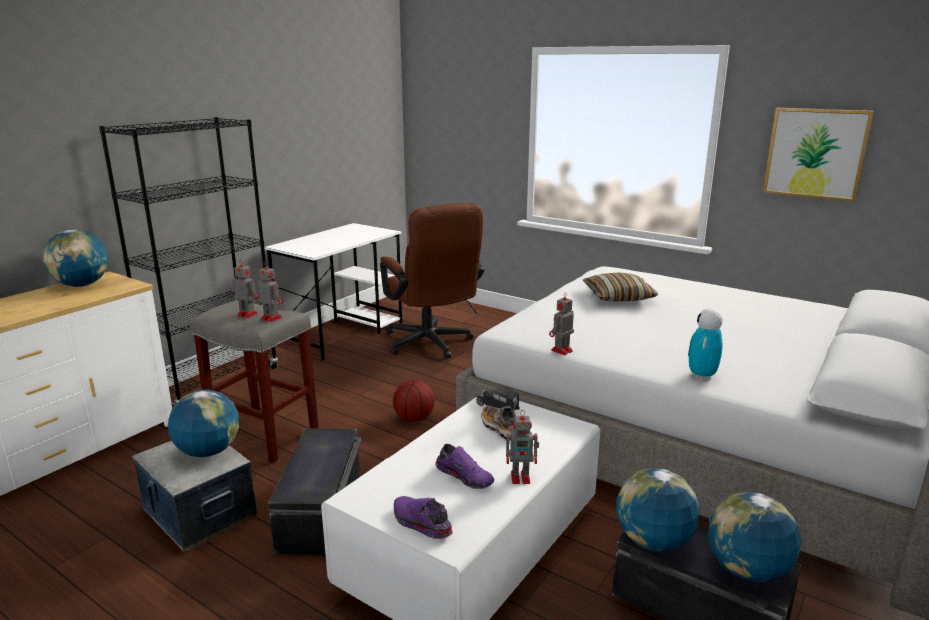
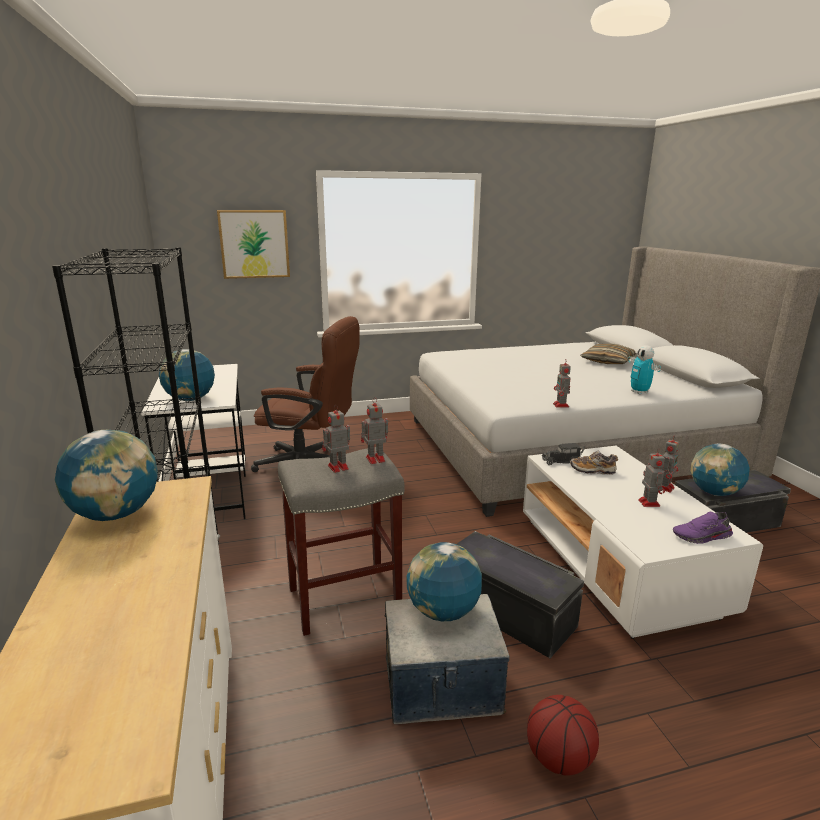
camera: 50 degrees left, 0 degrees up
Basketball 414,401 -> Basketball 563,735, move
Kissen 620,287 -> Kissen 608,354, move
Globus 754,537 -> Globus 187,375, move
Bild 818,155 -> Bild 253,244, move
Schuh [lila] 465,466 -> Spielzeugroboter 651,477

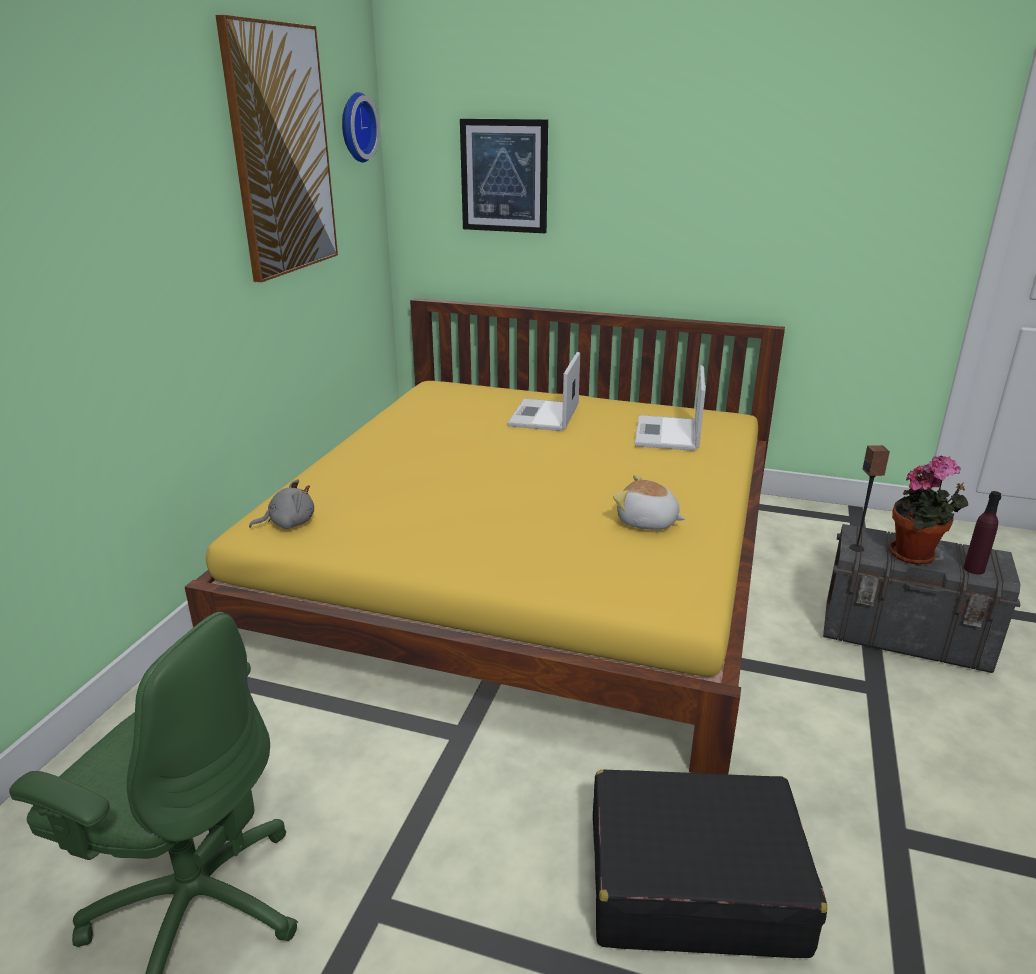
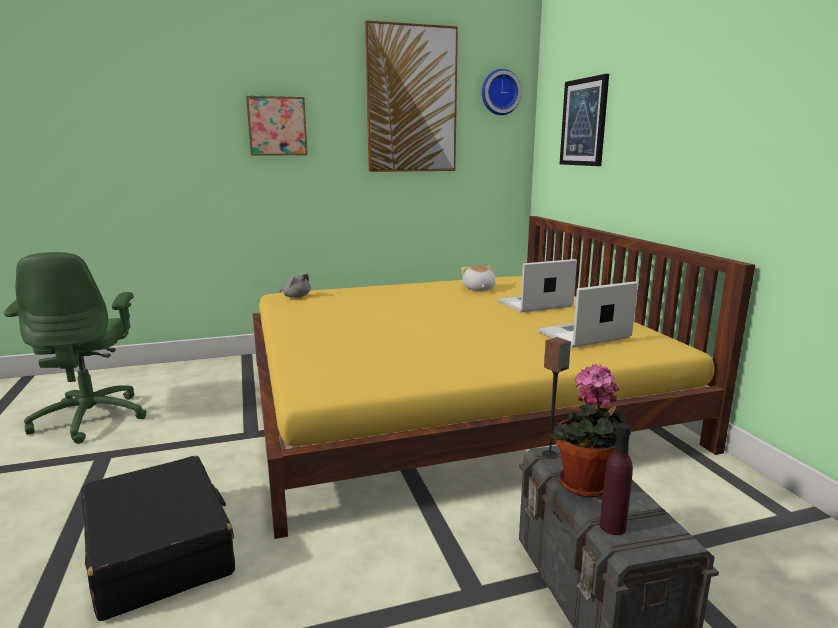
camera: 55 degrees right, 10 degrees down
none -> Bild 277,125
Plüschtier 649,502 -> Plüschtier 478,278, move

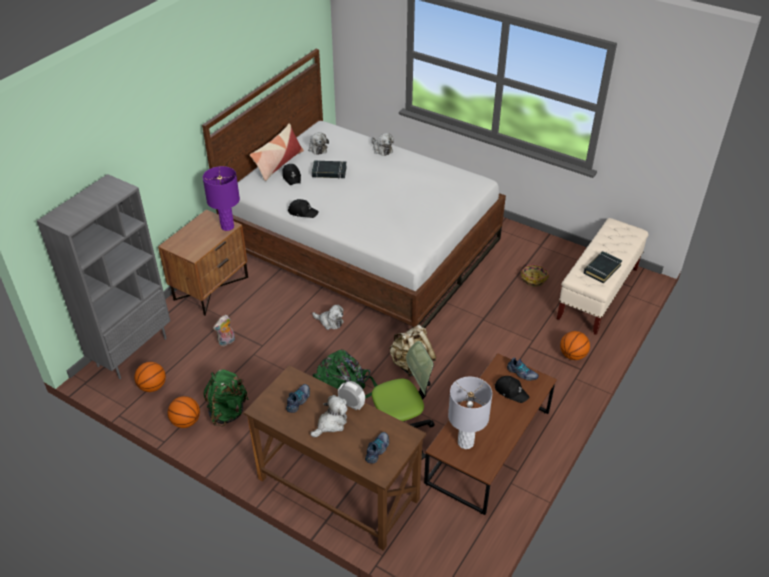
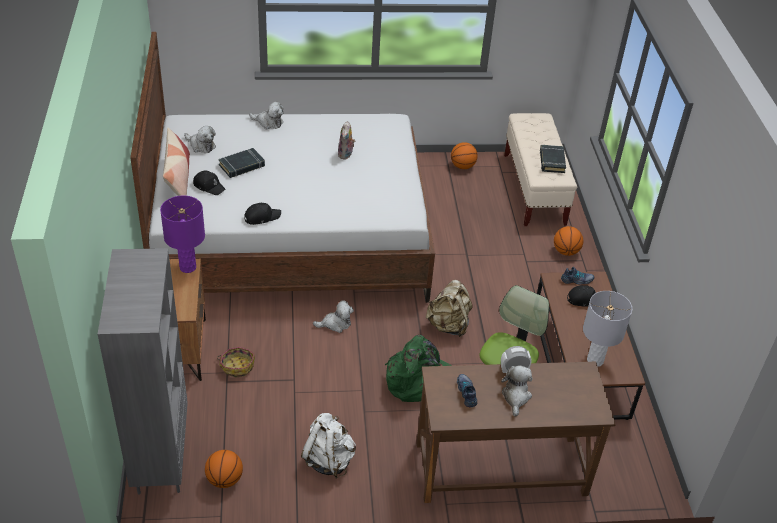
camera: 40 degrees left, 0 degrees up
Schuh 377,448 -> none
Basketball 184,412 -> Basketball 464,155, move
Plüschtier 224,330 -> Plüschtier 346,140, move
Korb 535,275 -> Korb 236,362, move
Rucksack [grün] 225,398 -> Rucksack [weiß] 328,446

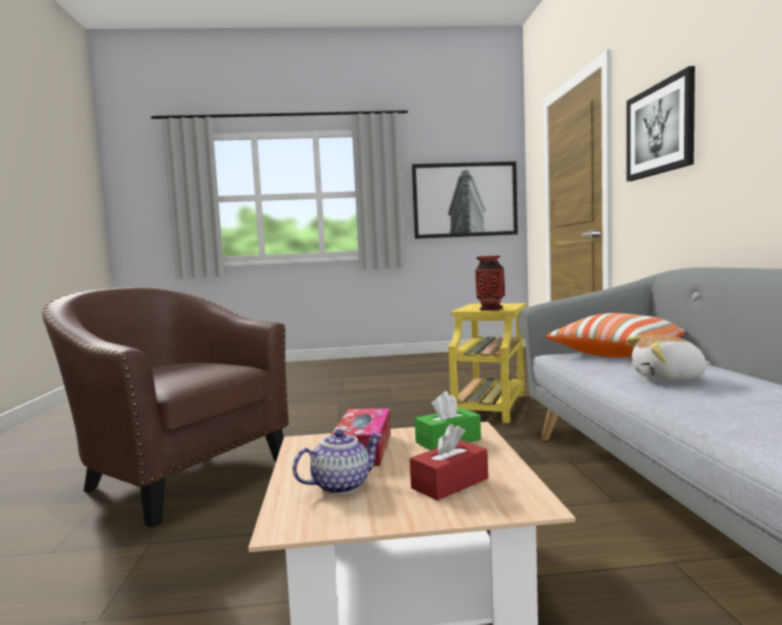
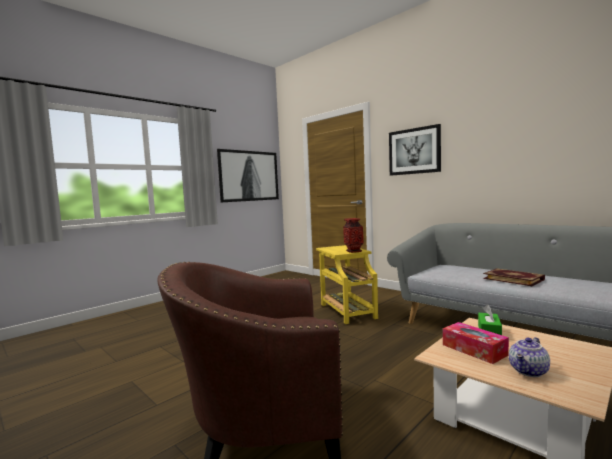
camera: 40 degrees left, 0 degrees up
Taschentuchbox [rot] 449,462 -> none
Kissen 615,335 -> none
Plüschtier 668,358 -> Buch 514,277
Teekanne 337,461 -> Teekanne 529,357, 150 degrees counterclockwise

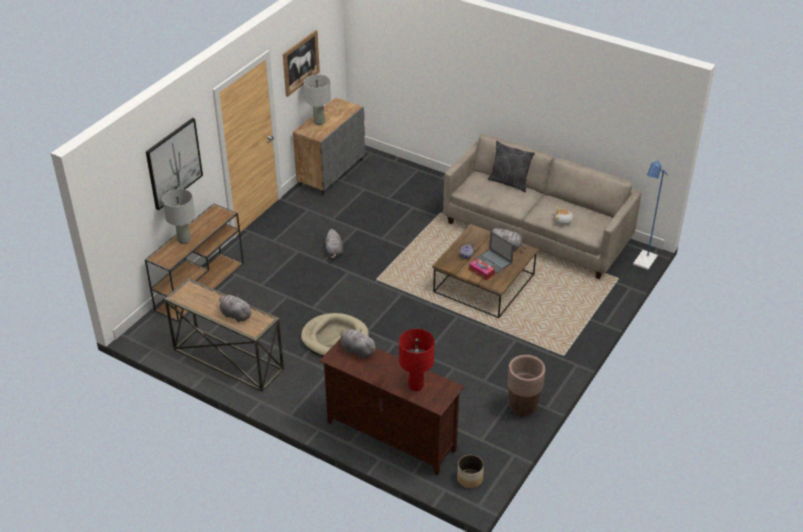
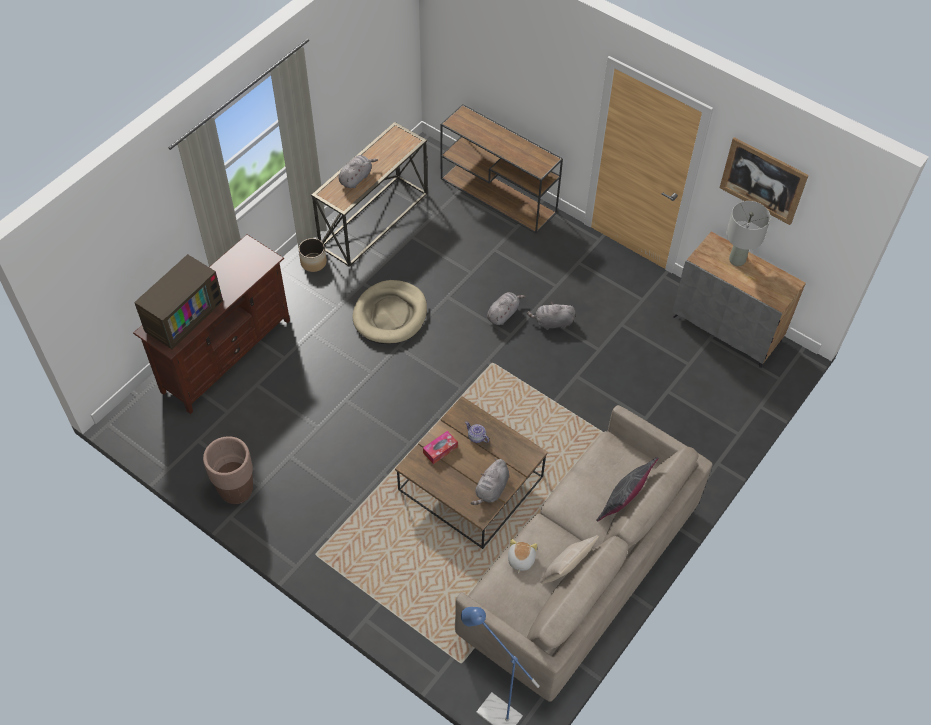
camera: 95 degrees right, 15 degrees up
Bild 174,164 -> none
Tischlampe [grau] 178,216 -> none
Laptop 494,252 -> none
none -> Kissen [beige] 569,559
Plüschtier [grau] 359,344 -> Plüschtier [grau] 506,308, move
Pflanzkübel 470,471 -> Pflanzkübel 313,255, move
Tischlampe [rot] 416,360 -> Fernseher 178,301

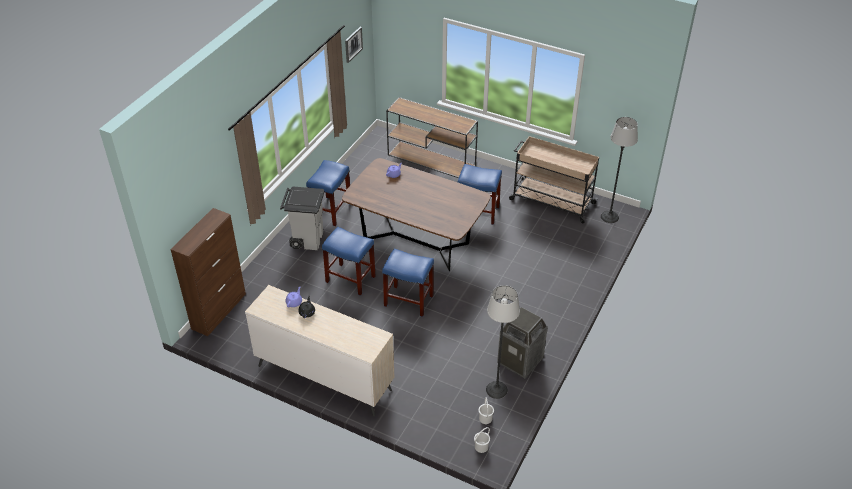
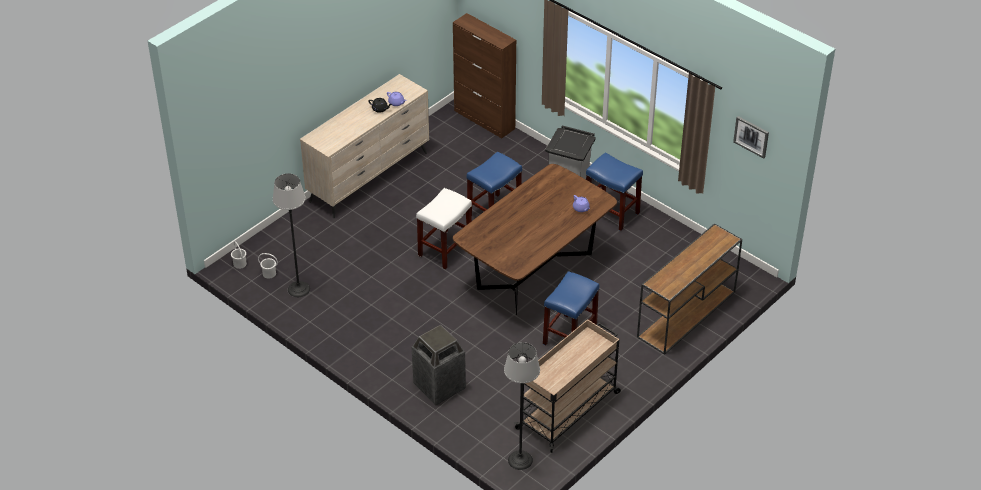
camera: 105 degrees right, 0 degrees up
Mülleimer 522,343 -> Mülleimer 439,365, move
Hocker [blau] 408,282 -> Hocker [weiß] 444,229

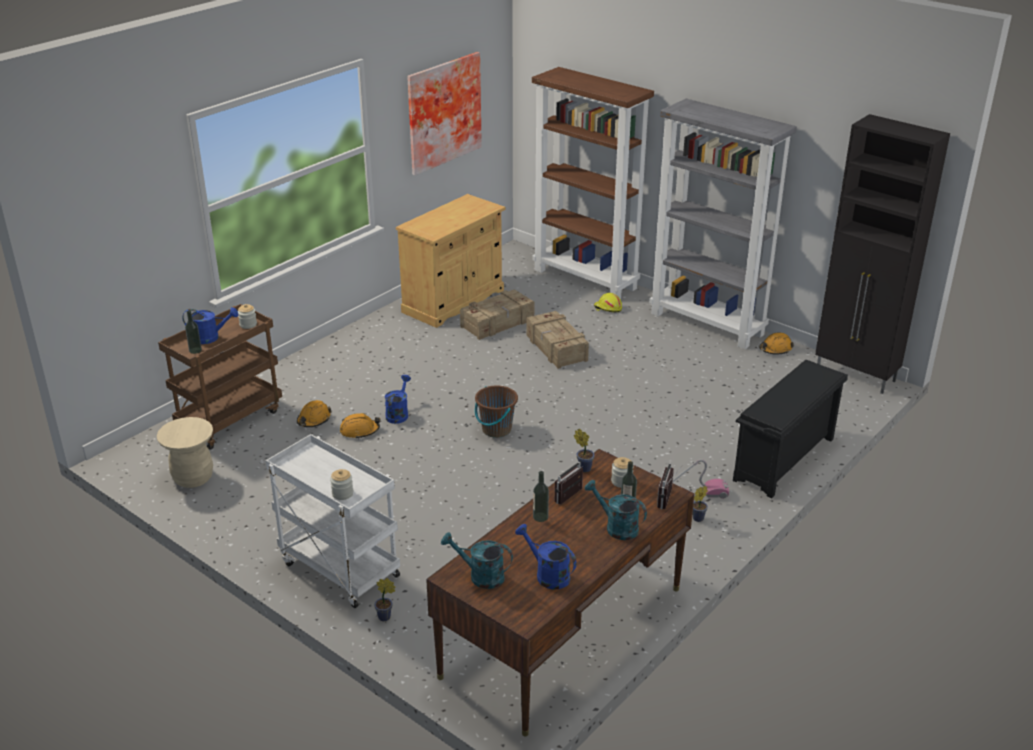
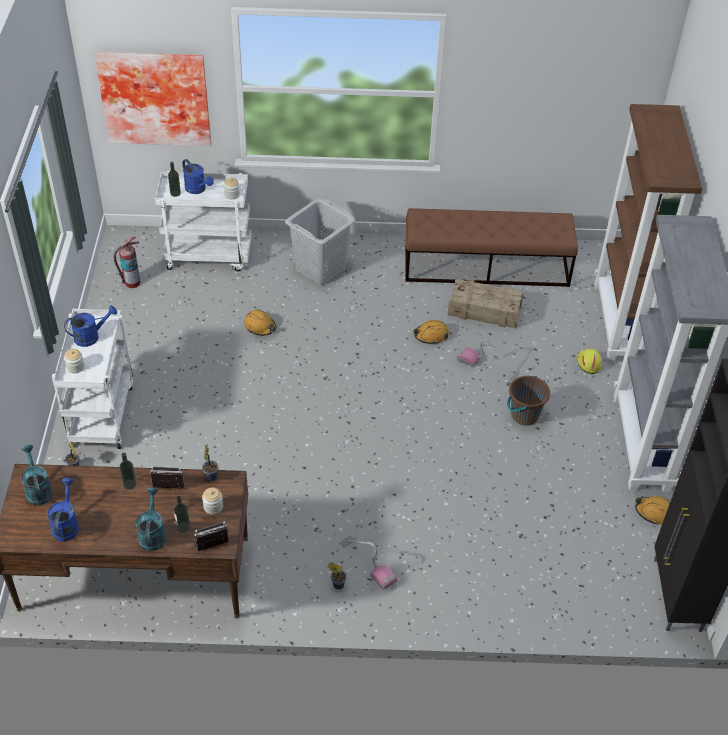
camera: 50 degrees right, 15 degrees up
Schuhregal [schwarz] 790,429 -> none
none -> Wäschekorb [grau] 320,241
Schutzhelm [orange] 314,413 -> Schutzhelm [orange] 431,332, move
Gießkanne [blau] 398,399 -> Gießkanne [blau] 90,326, move
Bild 444,113 -> Bild 152,99, move
Eimer [braun] 496,412 -> Eimer [braun] 528,401, move
Hocker [beige] 185,452 -> Feuerlöscher 127,262
Schrank [beige] 451,261 -> Bank [braun] 491,247
Kiste 557,340 -> Staubsauger 488,360
Rollwagen [braun] 220,377 -> Rollwagen [weiß] 203,221

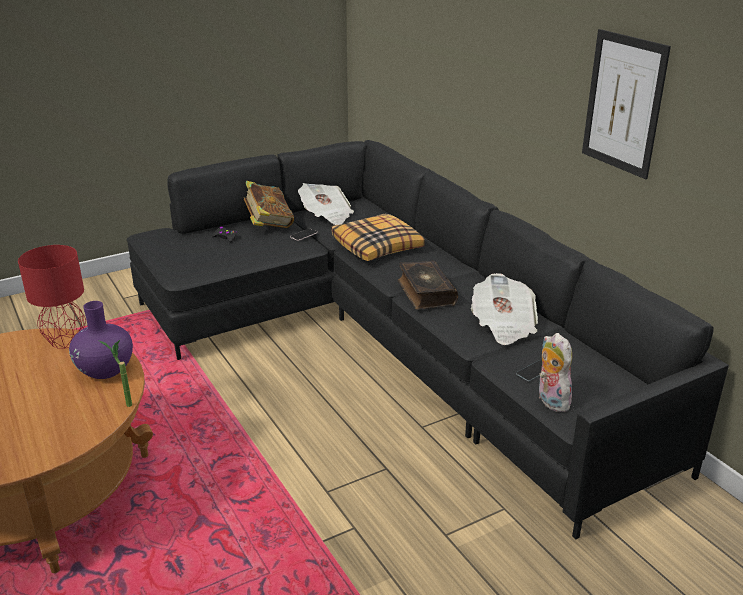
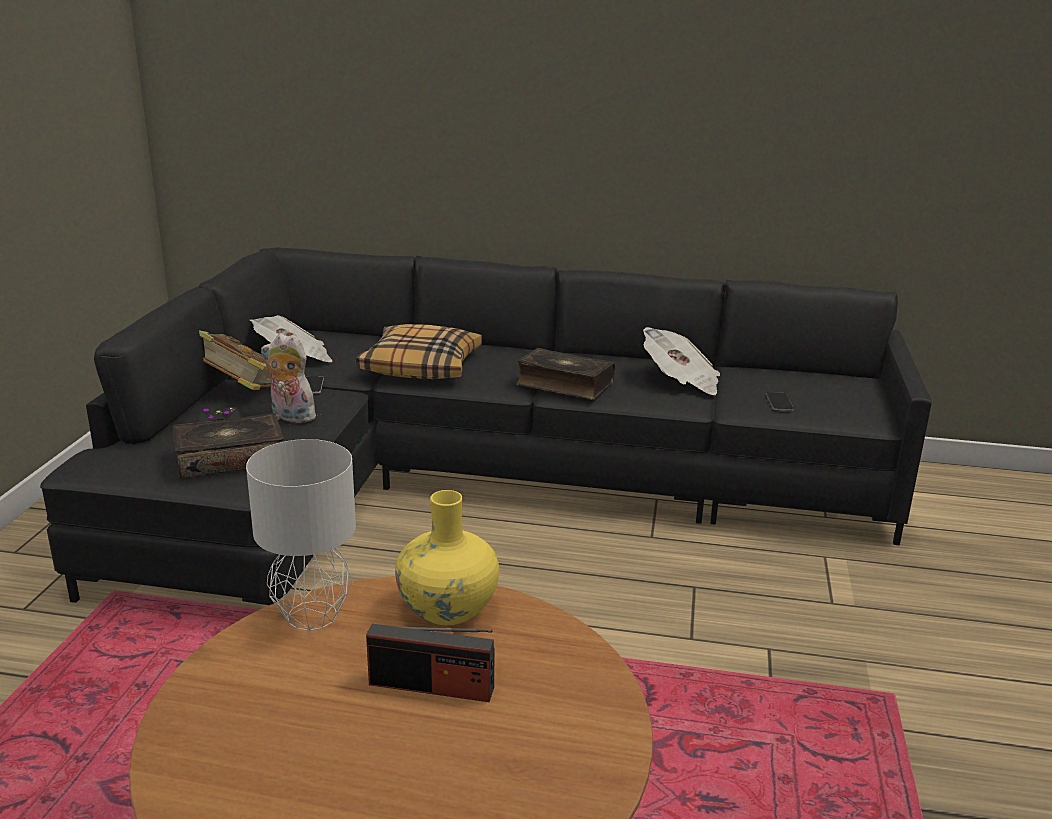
camera: 50 degrees left, 5 degrees down
Topfpflanze 115,373 -> none
Bild 626,104 -> none
none -> Buch 228,445
none -> Radio 430,663
Plüschtier 555,372 -> Plüschtier 288,378, move
Tischlampe [rot] 52,297 -> Tischlampe [grau] 301,535
Vase [lila] 101,340 -> Vase [gelb] 447,557

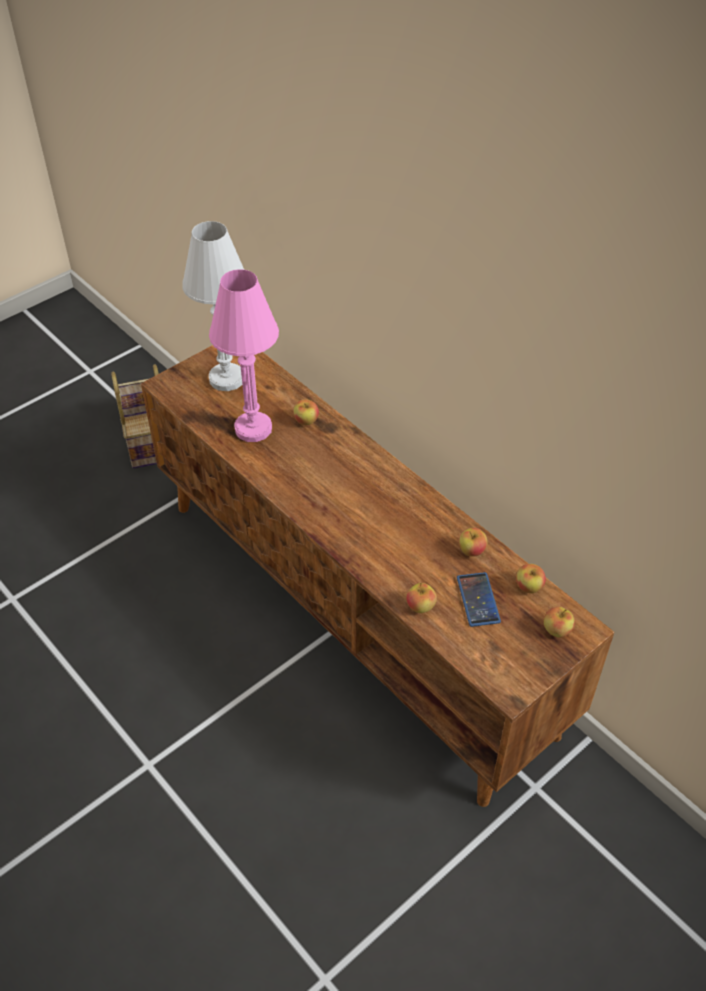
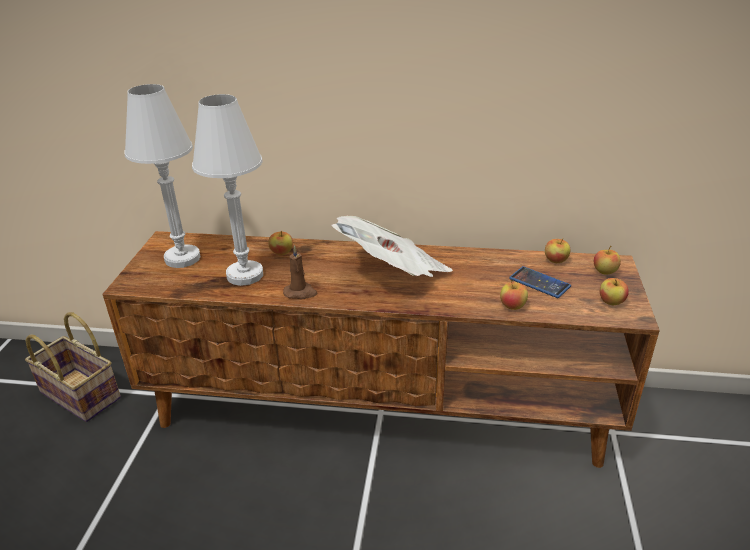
camera: 40 degrees left, 15 degrees down
none -> Kerze [braun] 300,272
none -> Zeitung 392,246
Apfel 473,542 -> Apfel 614,291, move
Tischlampe [rosa] 244,355 -> Tischlampe [weiß] 227,190

